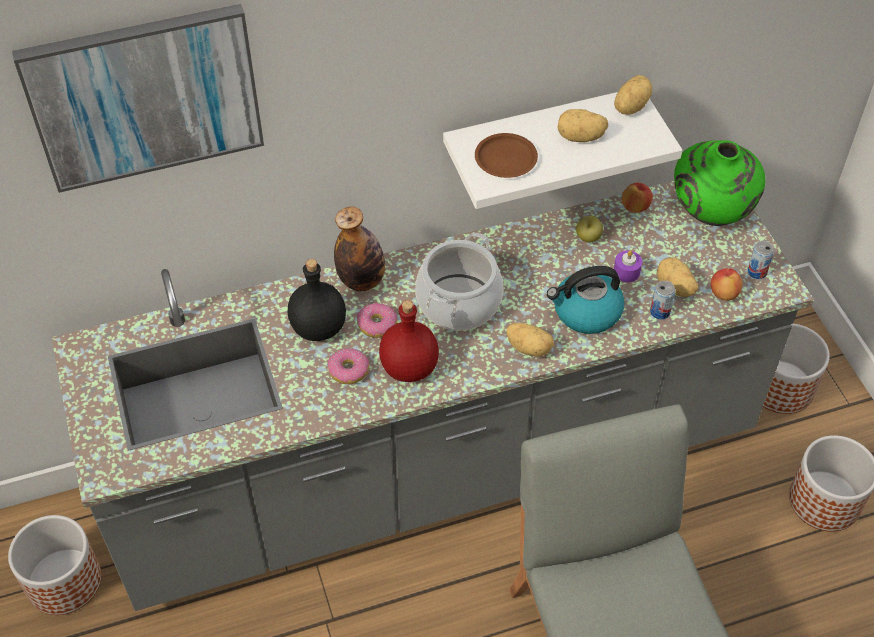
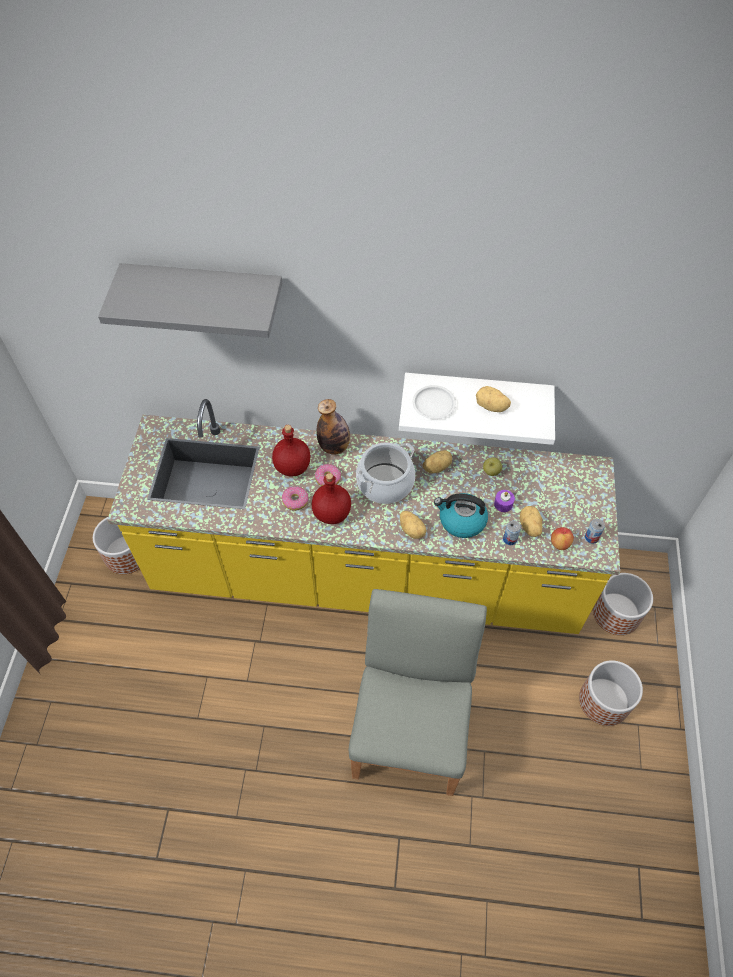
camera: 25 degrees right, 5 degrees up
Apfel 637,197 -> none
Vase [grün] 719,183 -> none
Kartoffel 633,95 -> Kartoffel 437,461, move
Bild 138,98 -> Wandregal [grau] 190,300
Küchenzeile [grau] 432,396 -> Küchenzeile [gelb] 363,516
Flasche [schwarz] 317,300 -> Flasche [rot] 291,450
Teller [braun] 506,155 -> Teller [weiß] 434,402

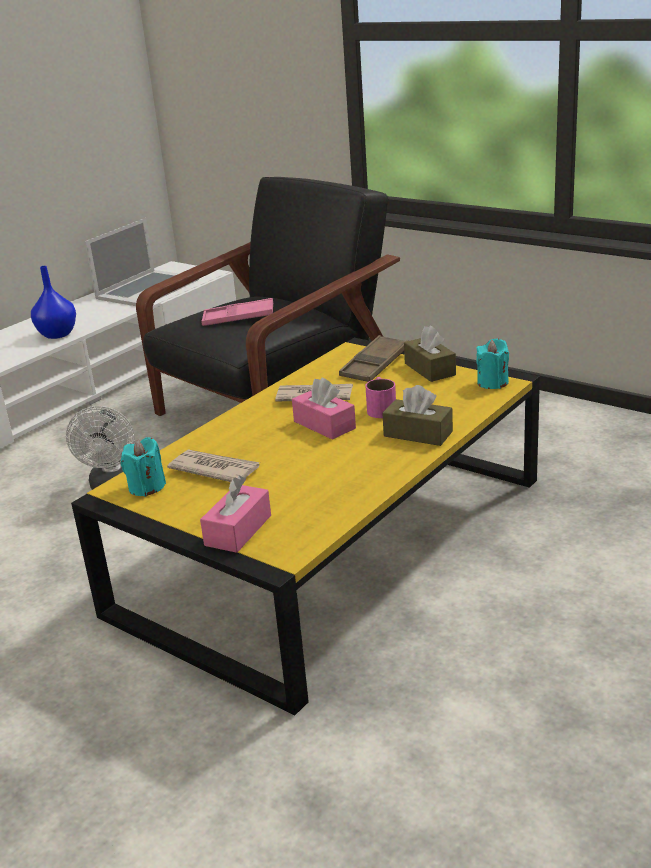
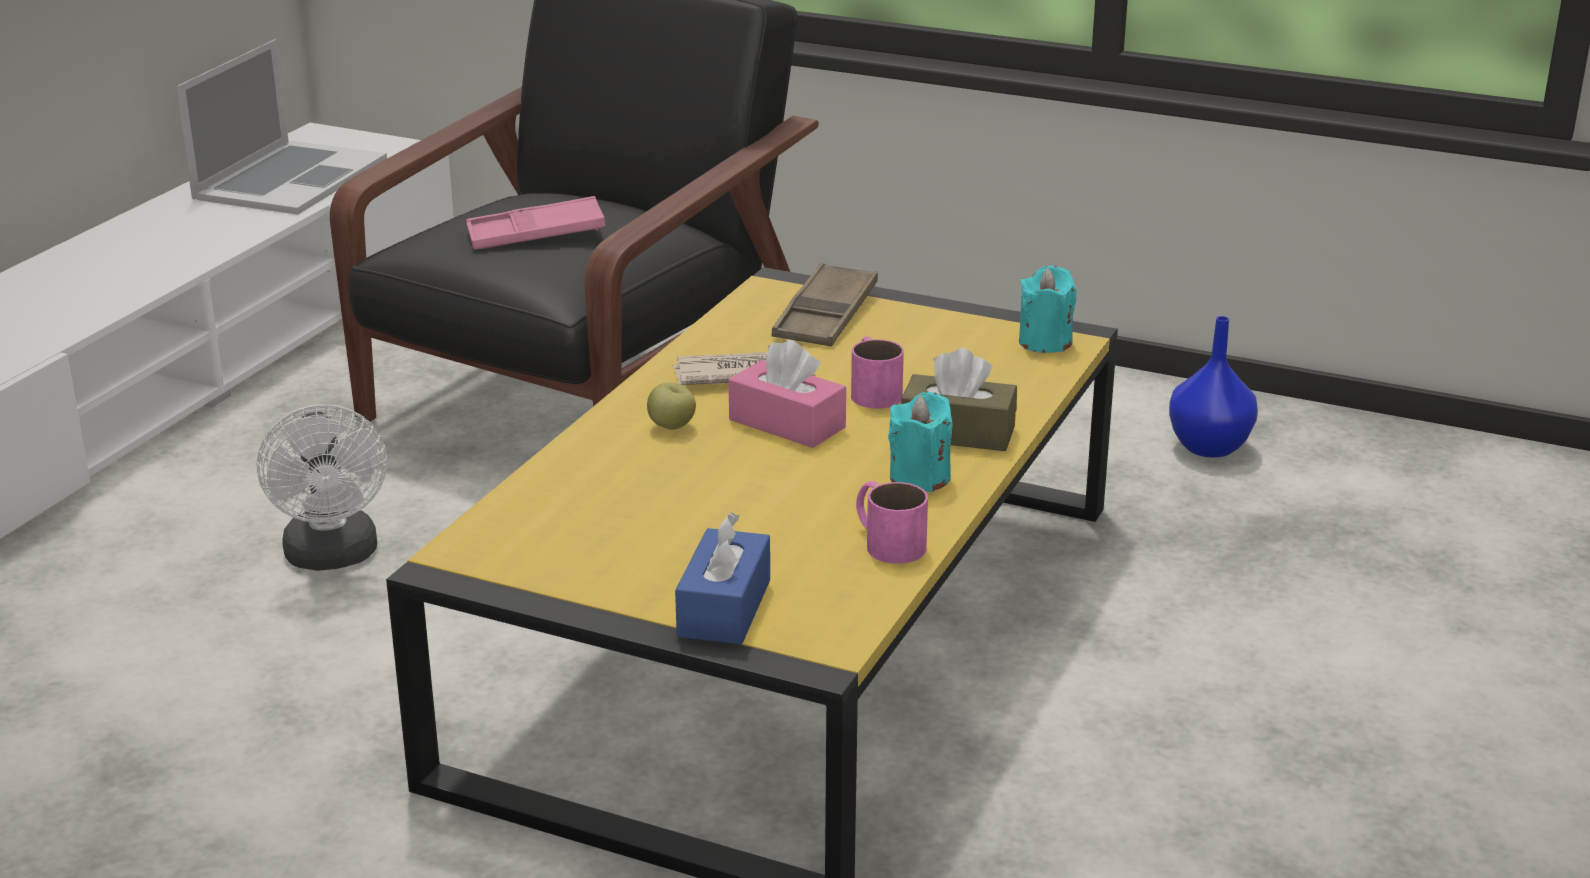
camera: 15 degrees left, 0 degrees up
Zeitung 213,465 -> none
Taschentuchbox [braun] 430,353 -> none
none -> Apfel 671,406
none -> Henkelbecher [rosa] 892,522
Vase [blau] 53,302 -> Vase [blau] 1213,387, move
Kerze [türkis] 143,467 -> Kerze [türkis] 920,442, move
Taschentuchbox [rosa] 235,514 -> Taschentuchbox [blau] 722,578

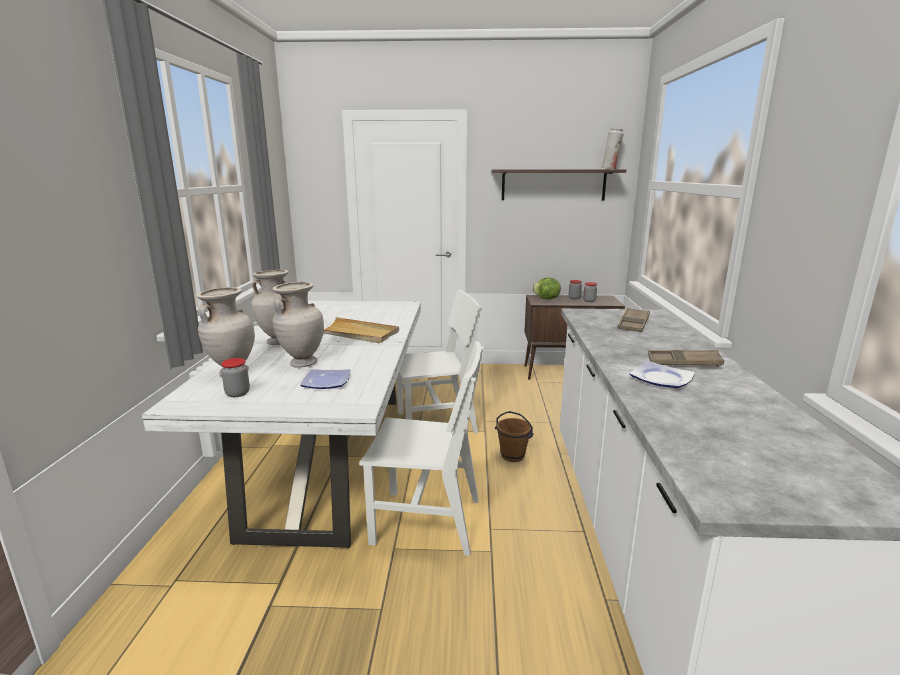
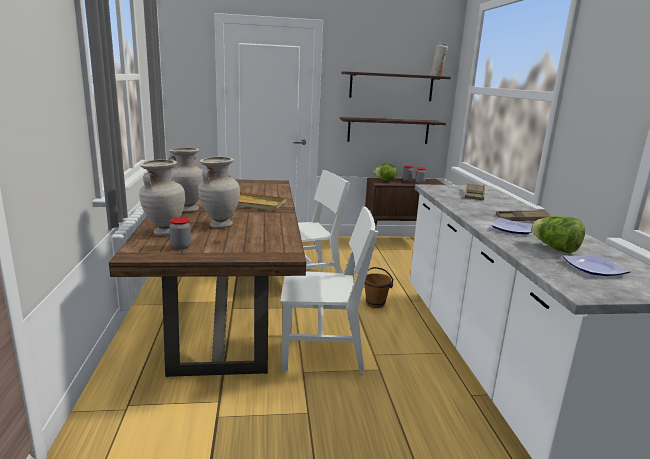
camera: 10 degrees left, 0 degrees up
none -> Wandregal 393,130
none -> Salatkopf 558,234
Teller 325,379 -> Teller 597,265, move
Esstisch [weiß] 281,424 -> Esstisch [braun] 207,278

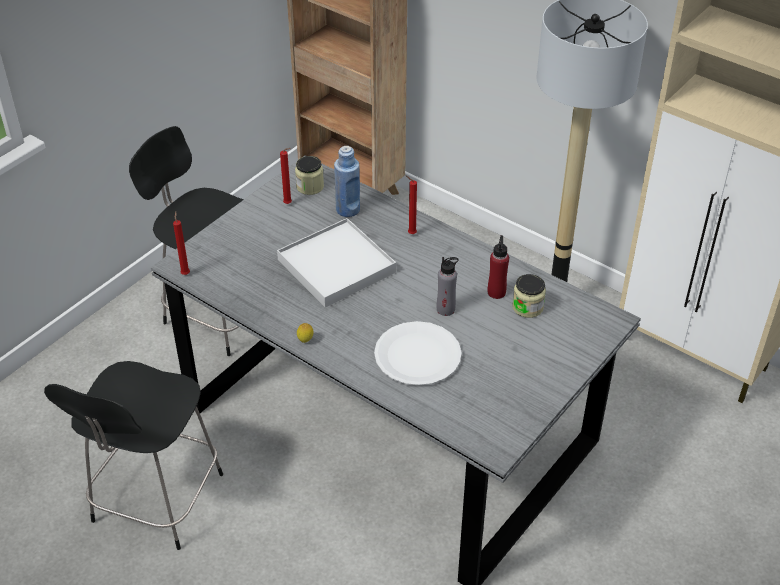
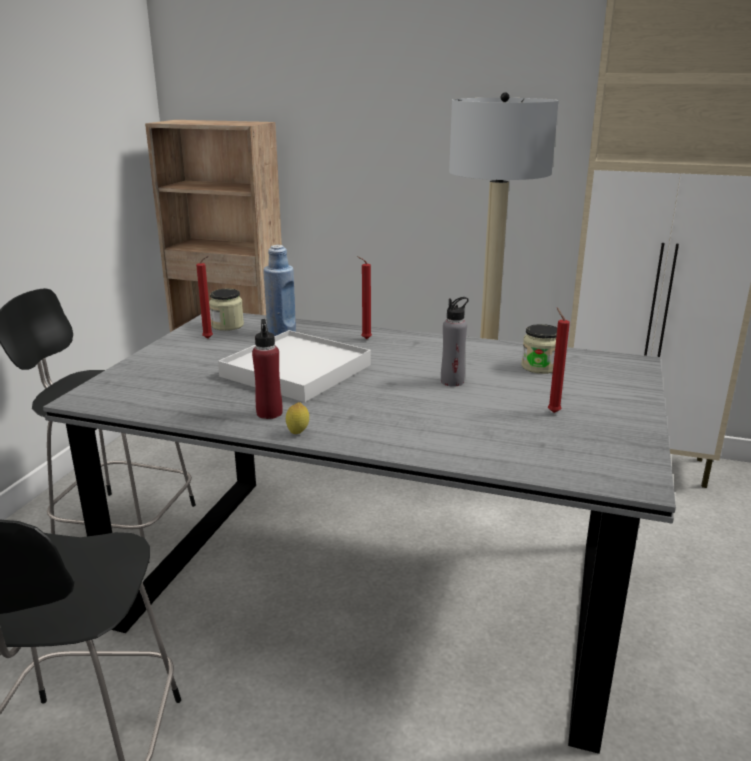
camera: 20 degrees left, 20 degrees down
Teller [weiß] 418,353 -> none
Kerze [rot] 181,243 -> Kerze [rot] 559,360, move
Flasche [rot] 498,267 -> Flasche [rot] 267,369, move

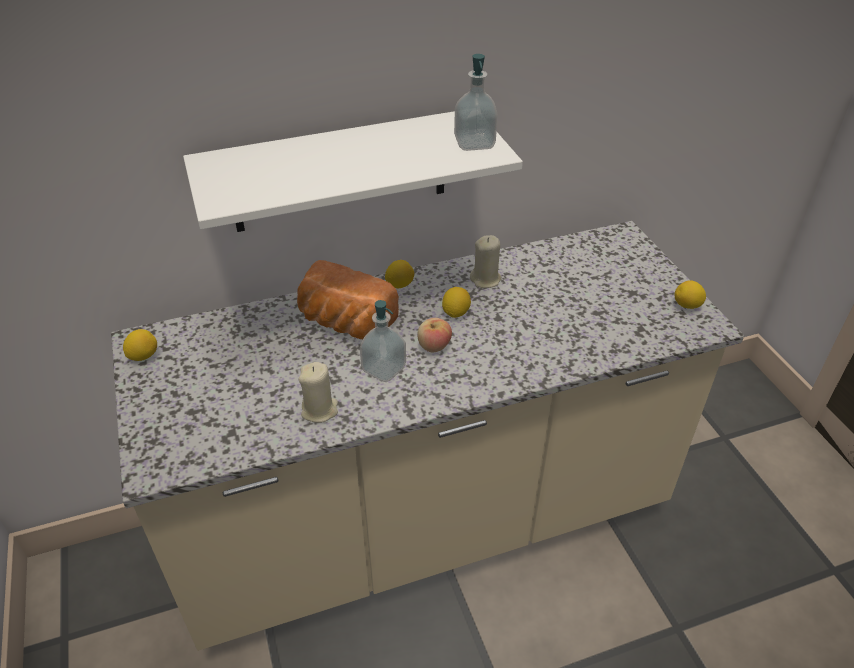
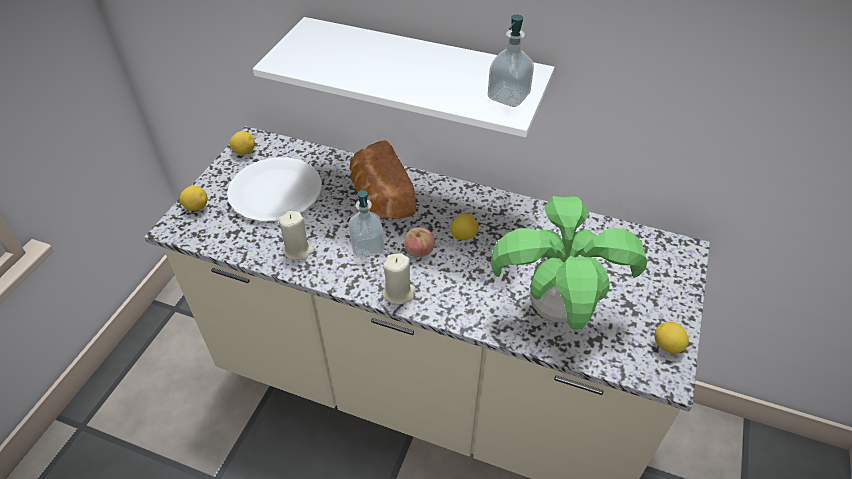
camera: 40 degrees right, 5 degrees up
none -> Teller [weiß] 274,189
none -> Topfpflanze 569,262
Zitrone 399,274 -> Zitrone 193,198, move
Kerze [beige] 486,261 -> Kerze [beige] 399,279, move

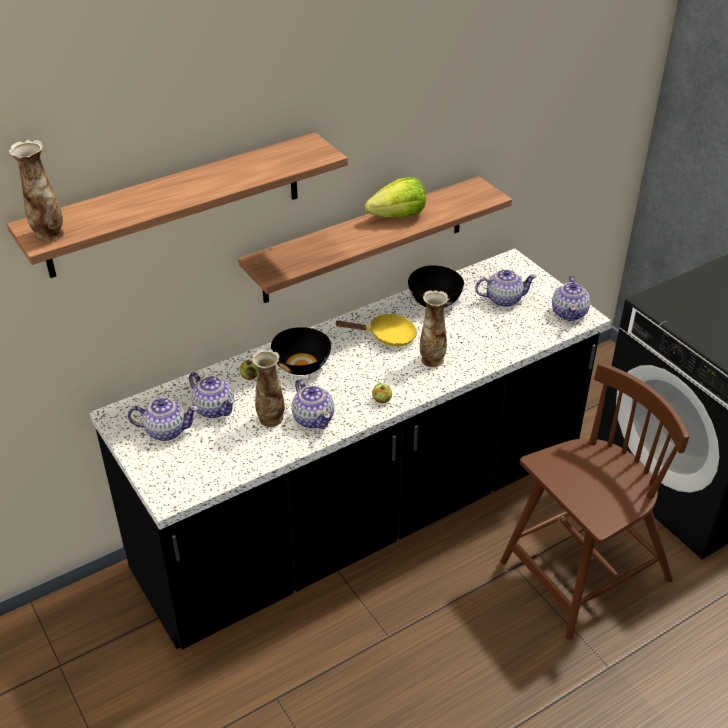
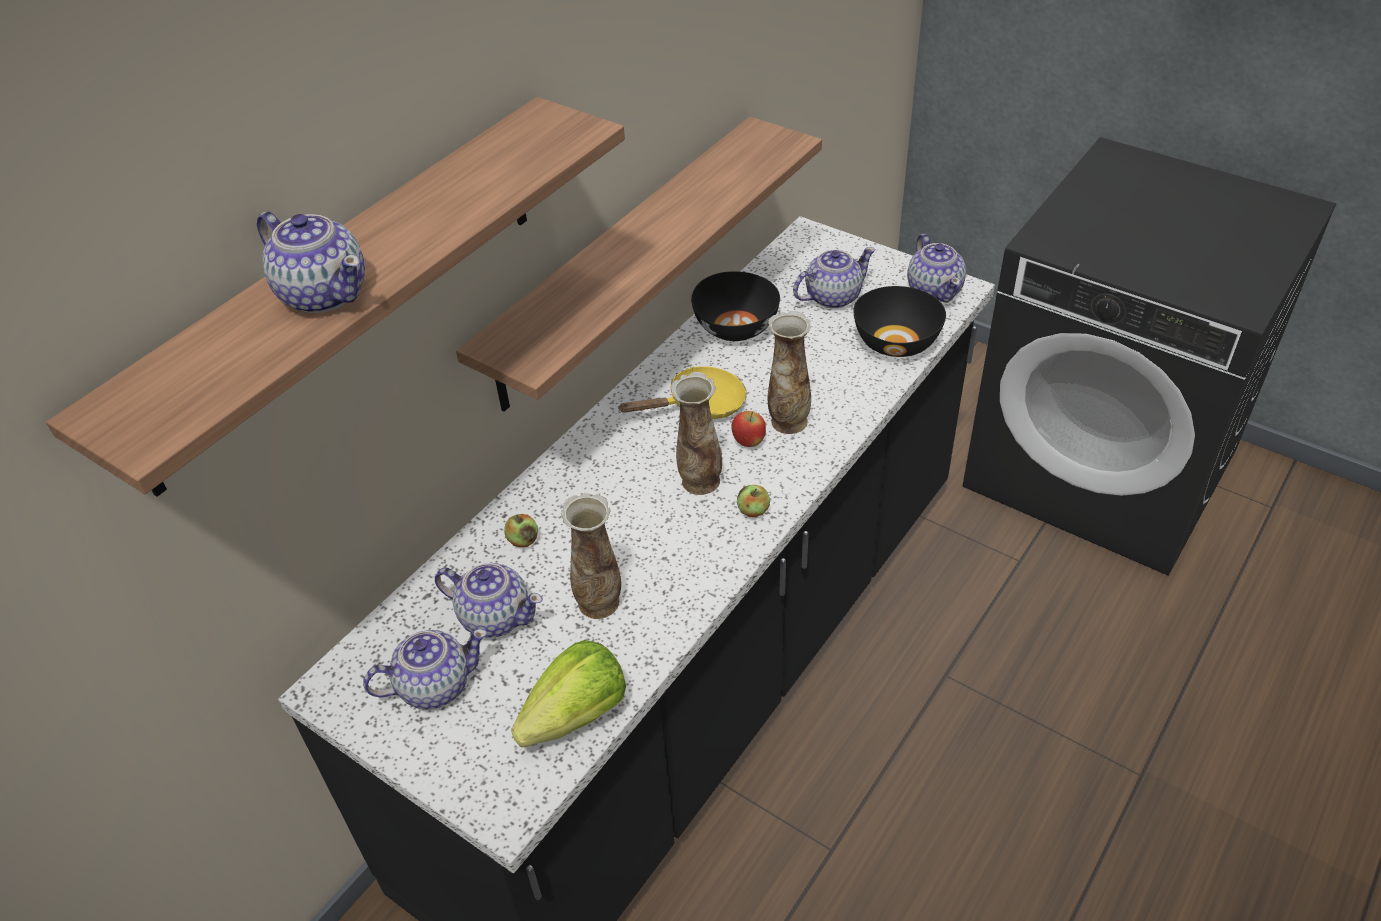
camera: 20 degrees left, 5 degrees up
Stuhl [braun] 594,501 -> none
none -> Apfel 749,429
Vase 36,191 -> Vase 696,433, move
Schüssel [schwarz] 301,351 -> Schüssel [schwarz] 899,321, move
Teekanne 313,404 -> Teekanne 311,262, move
Salatkopf 395,197 -> Salatkopf 568,694, move

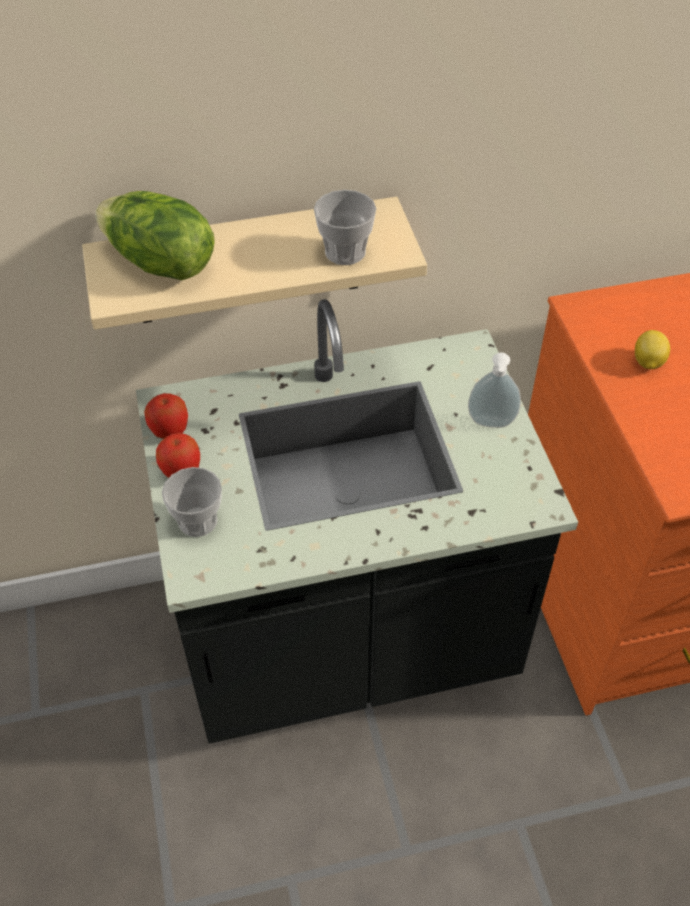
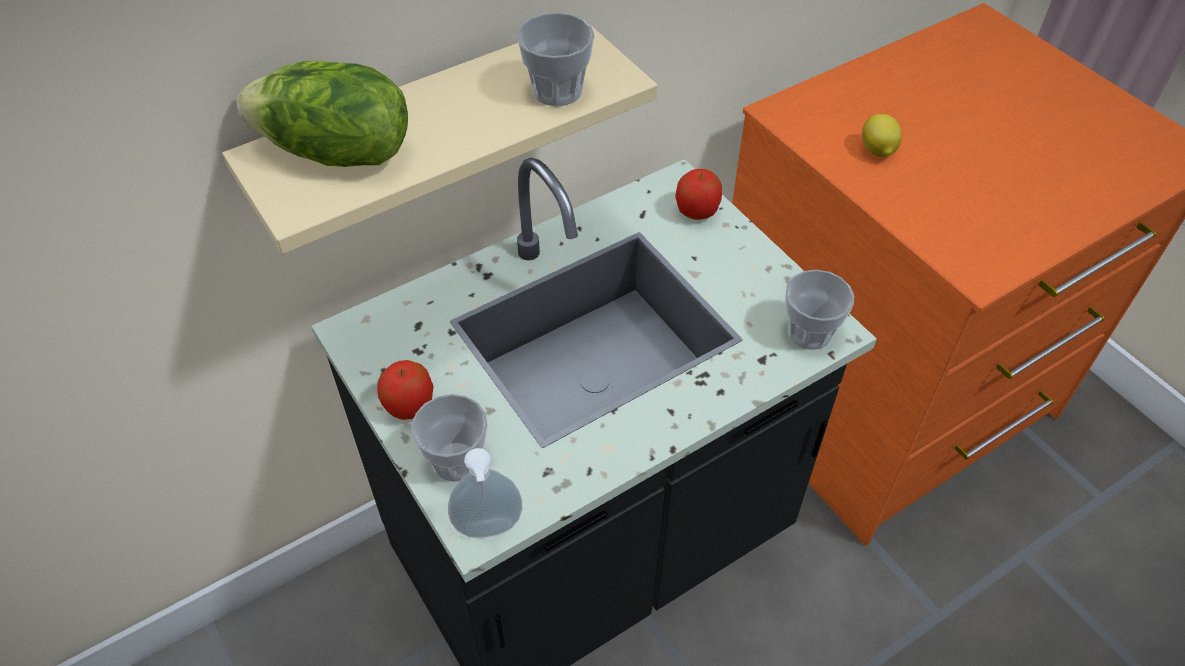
camera: 20 degrees left, 0 degrees up
none -> Tasse 819,310
Apfel 166,416 -> Apfel 698,194, move
Seifenspender 494,390 -> Seifenspender 485,493, move

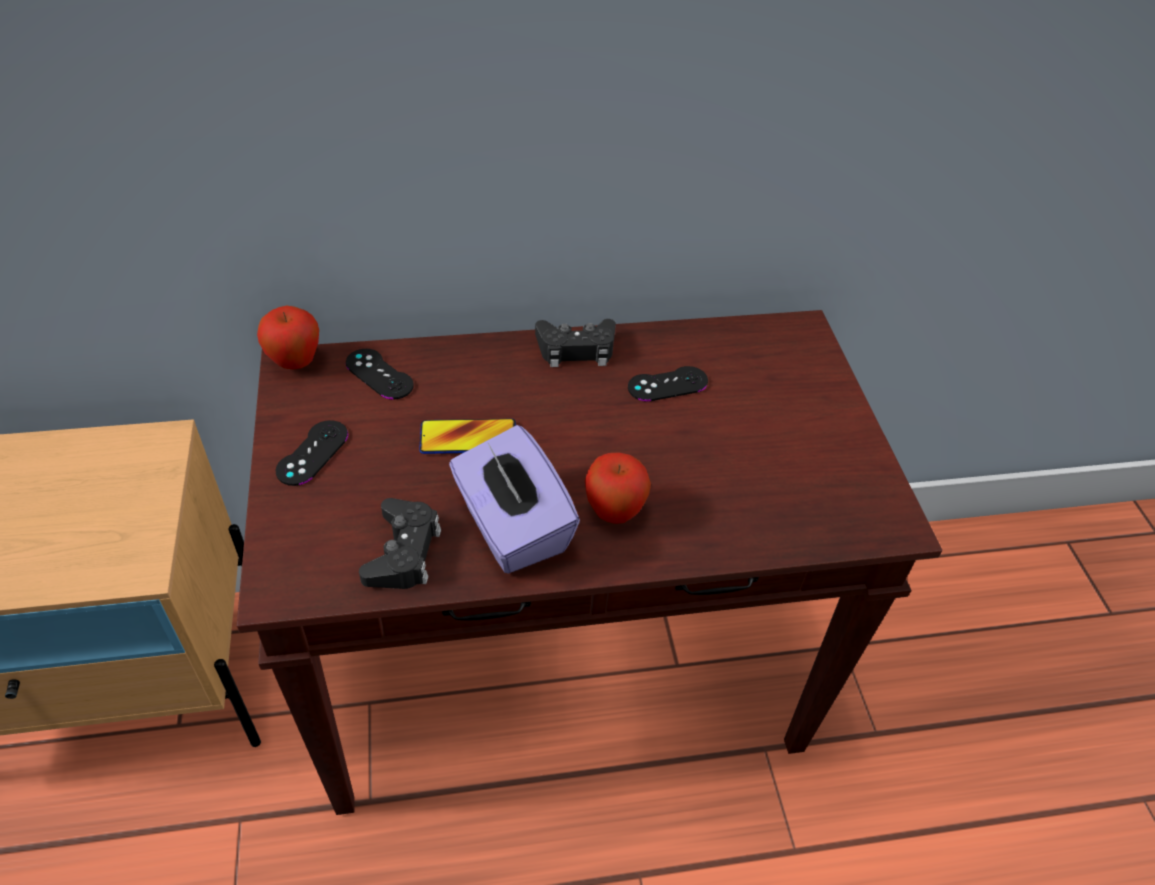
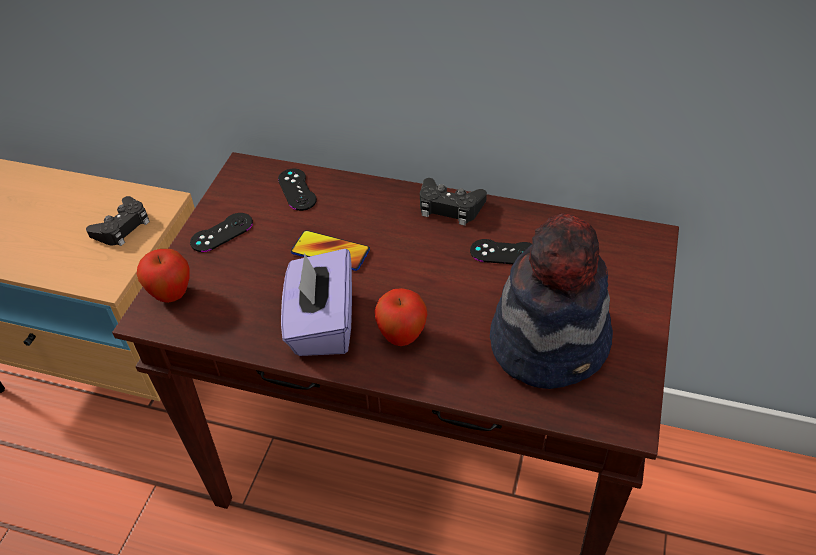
camera: 30 degrees right, 0 degrees up
none -> Hut 551,301
Apfel 288,337 -> Apfel 163,276, move
Gamepad [schwarz] 400,543 -> Gamepad [schwarz] 118,221, move

